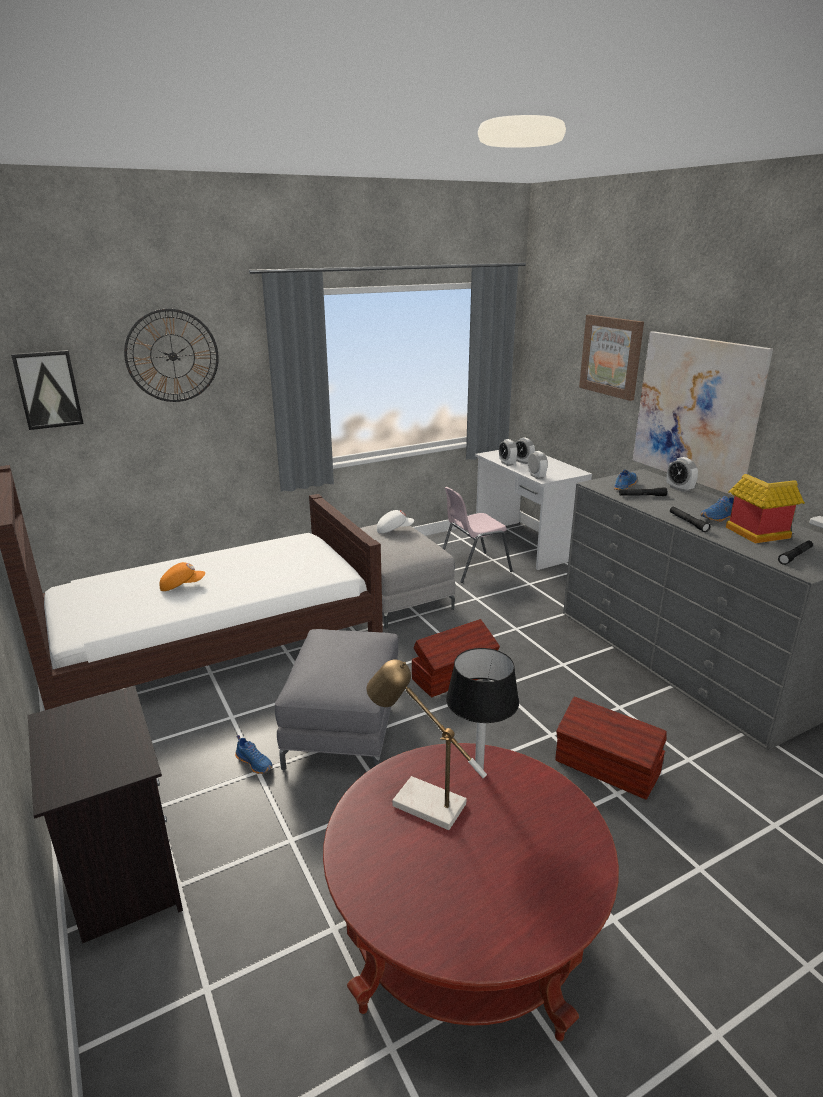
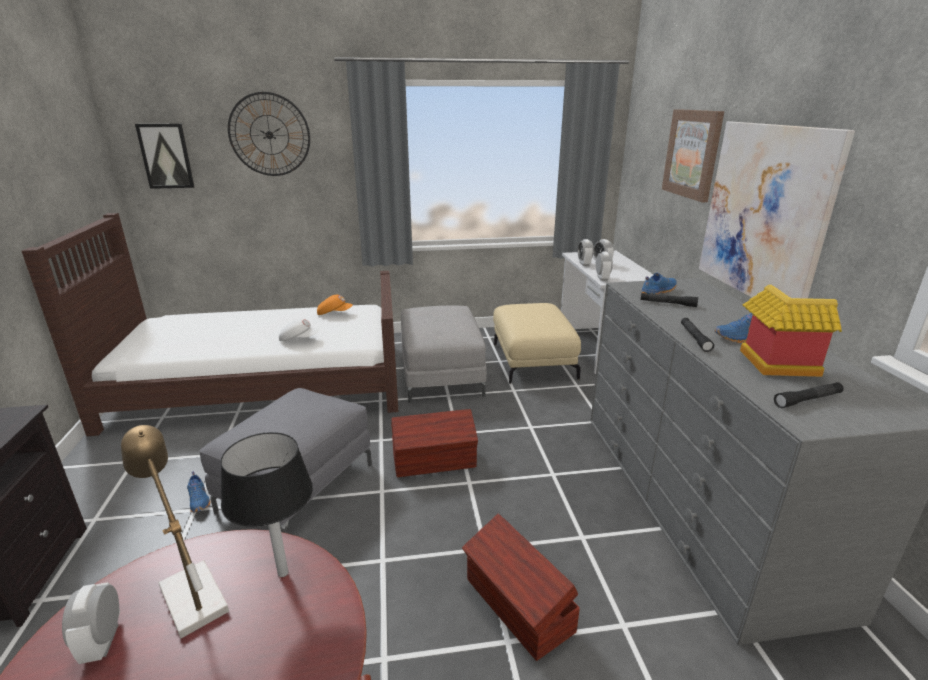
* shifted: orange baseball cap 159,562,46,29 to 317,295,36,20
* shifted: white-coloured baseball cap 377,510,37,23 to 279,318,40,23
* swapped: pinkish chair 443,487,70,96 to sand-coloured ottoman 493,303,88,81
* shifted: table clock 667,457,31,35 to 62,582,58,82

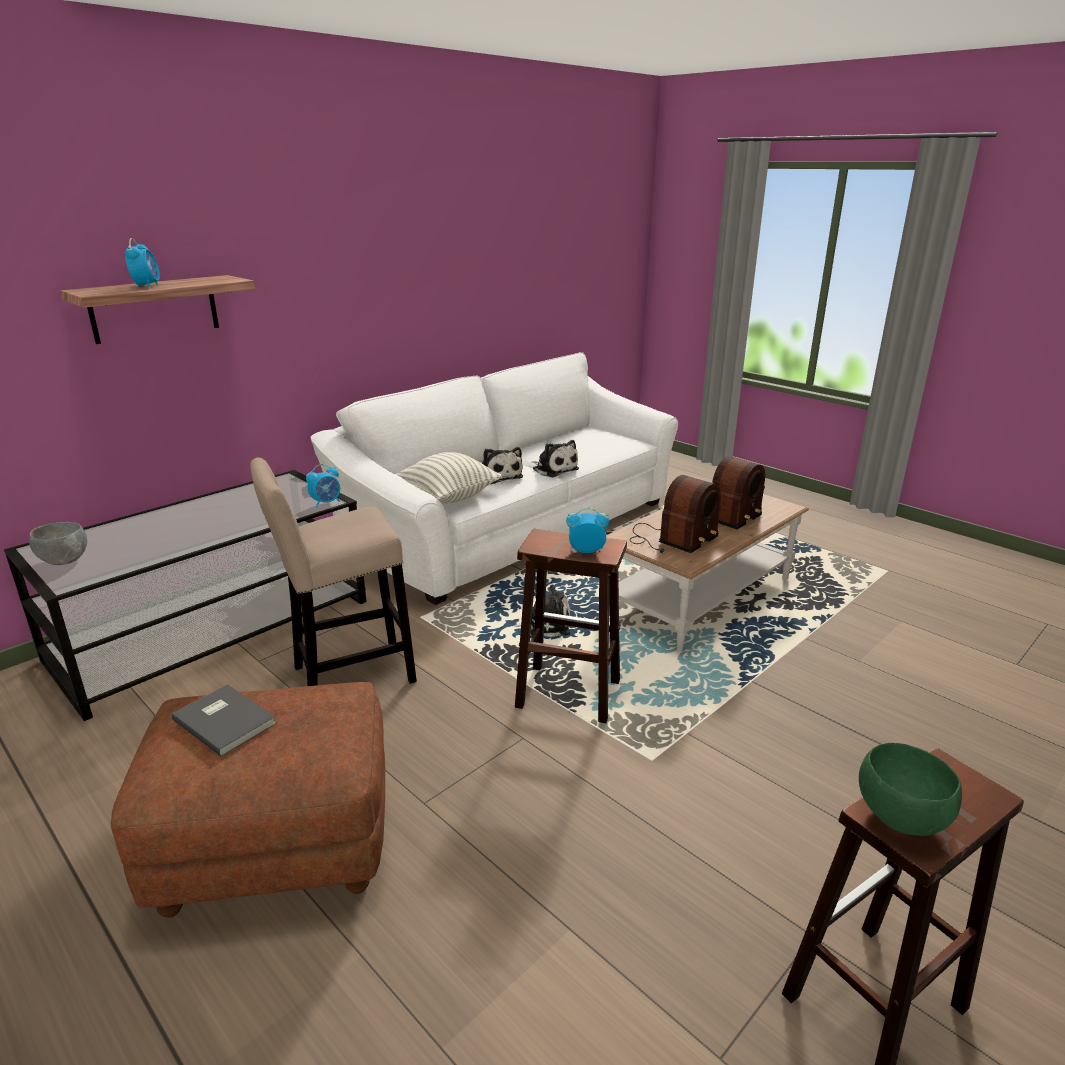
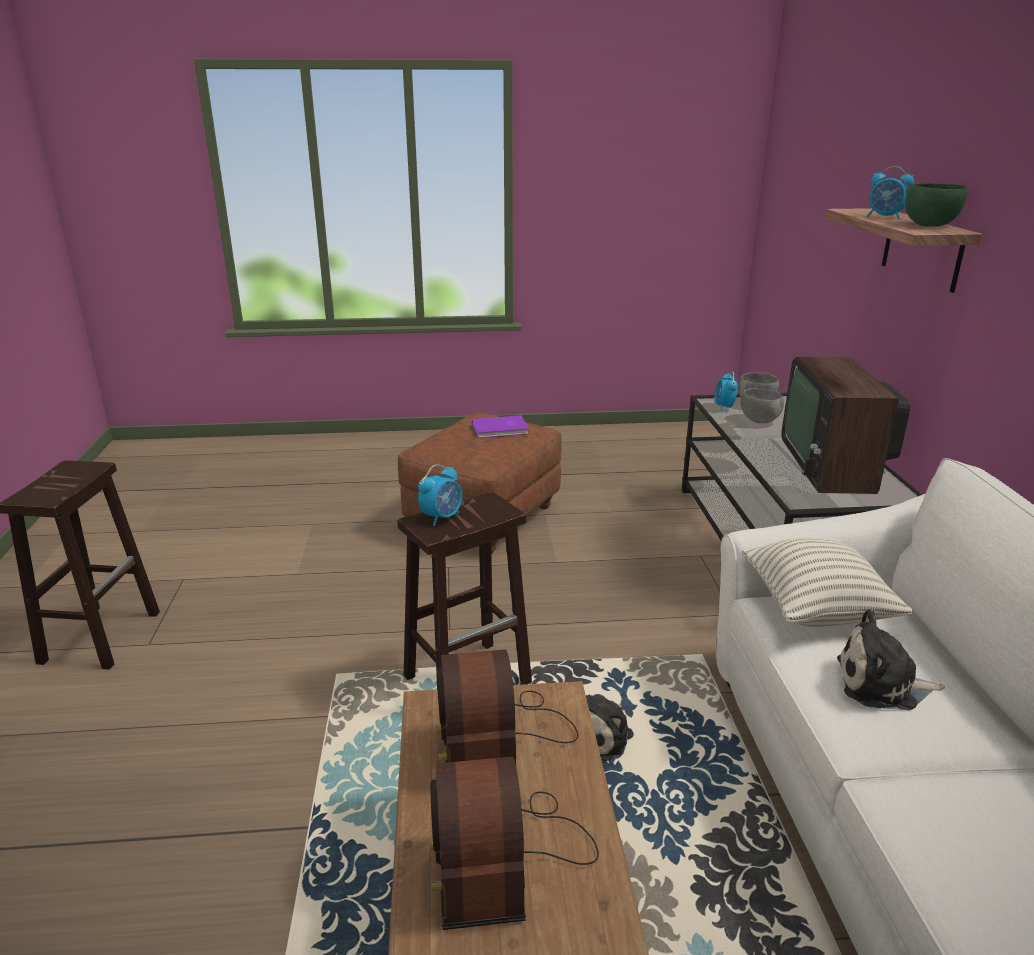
* repainted: gray volume 172,684,105,73 to purple volume 472,415,57,23
* gone: sand-coloured stool 250,458,167,228
* shifted: table clock 306,464,34,44 to 714,372,24,39
* gone: cuddly toy 532,440,47,37
* shifted: green-coloured bowl 859,743,103,93 to 905,183,62,44
* new: gray bowl 740,388,44,35
* new: television 782,357,128,137

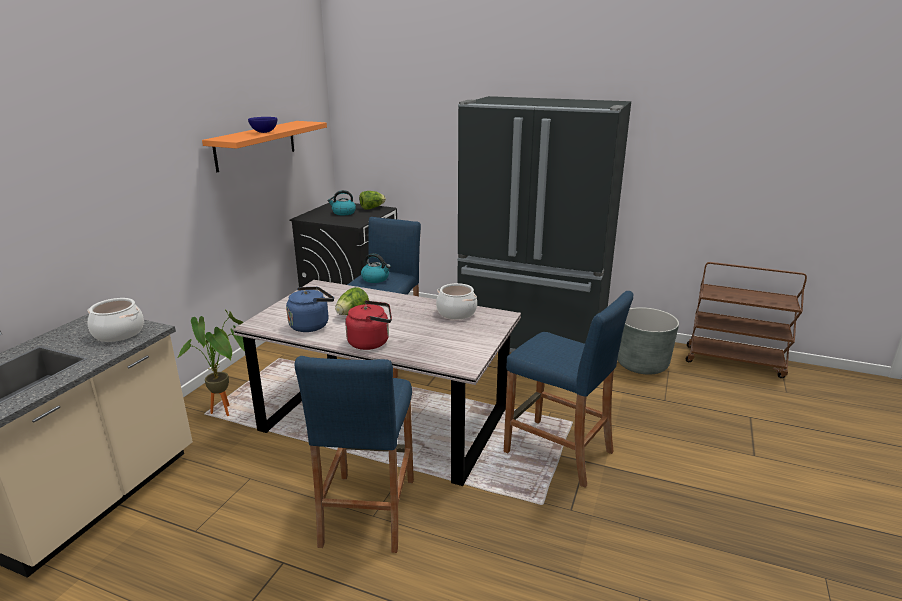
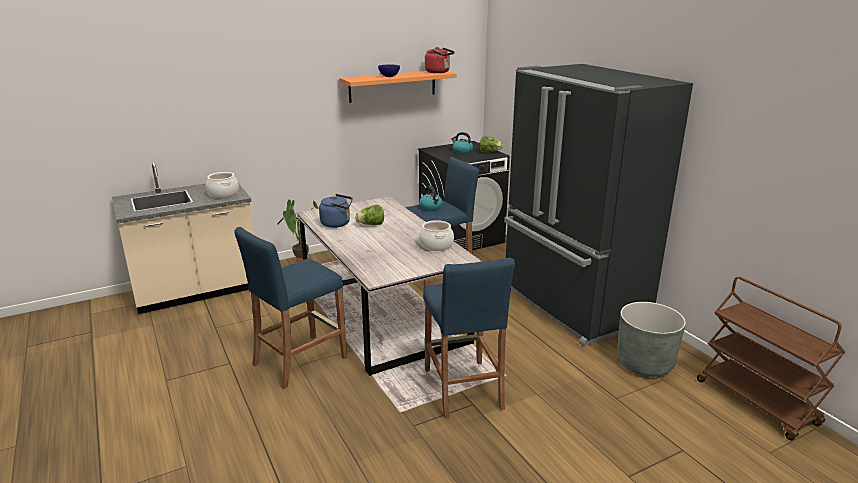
* shifted: red kettle 345,300,47,50 to 425,47,30,26

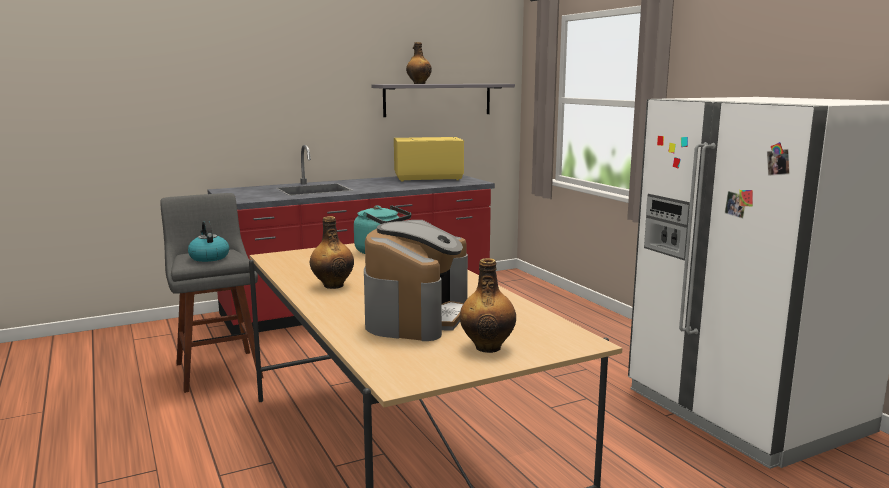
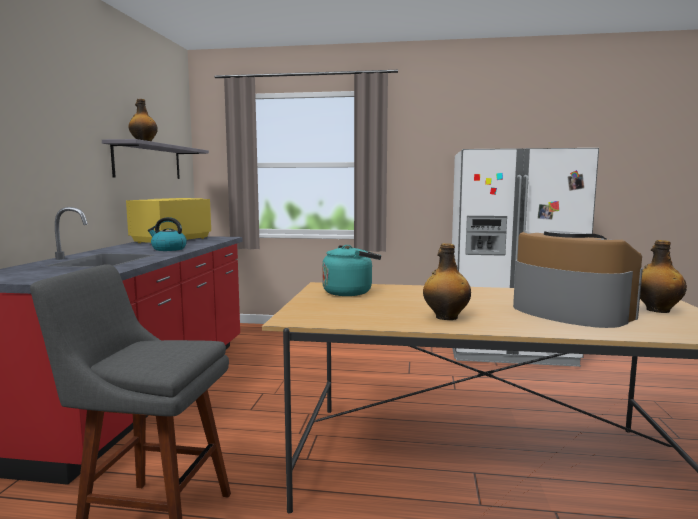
* shifted: kettle 188,221,41,41 to 148,217,39,34

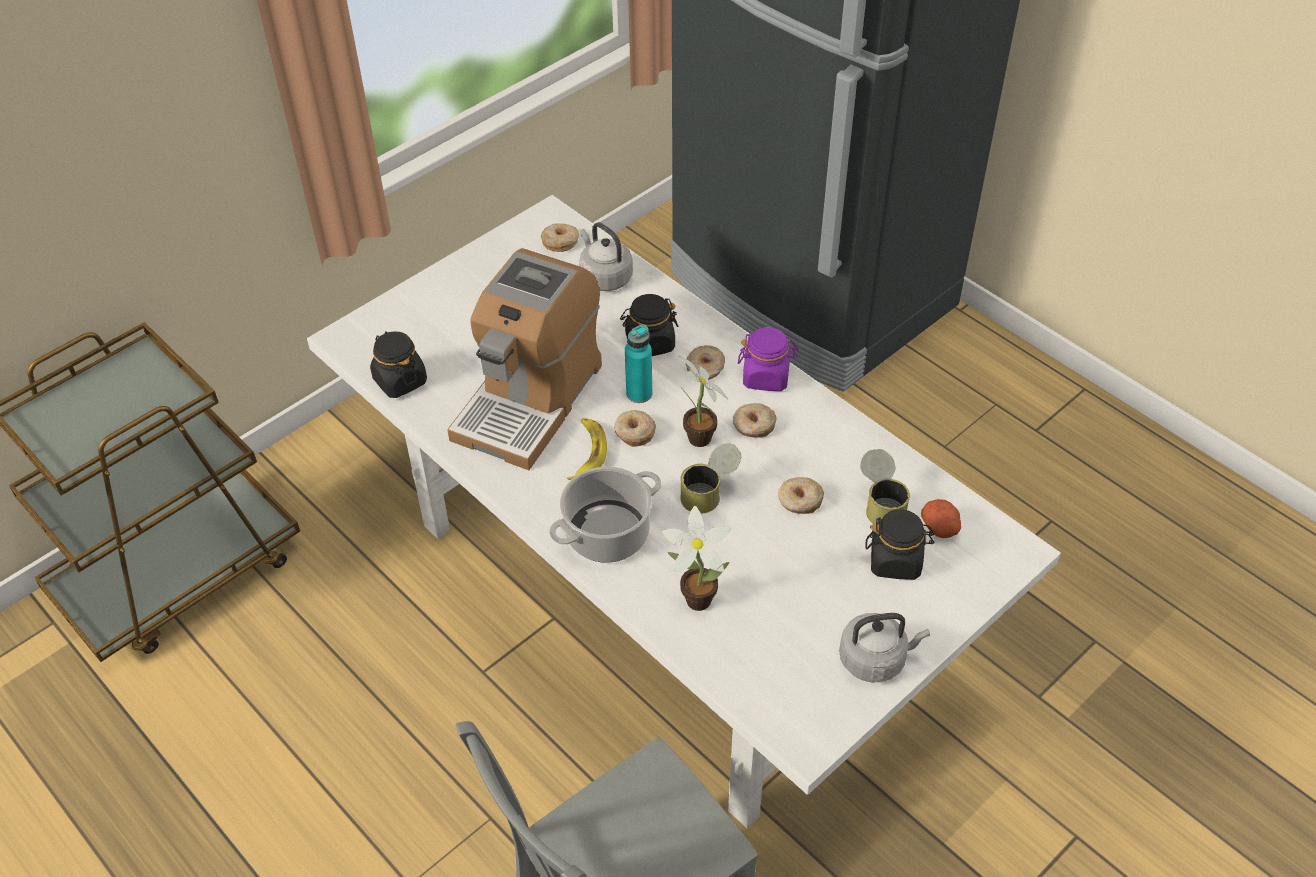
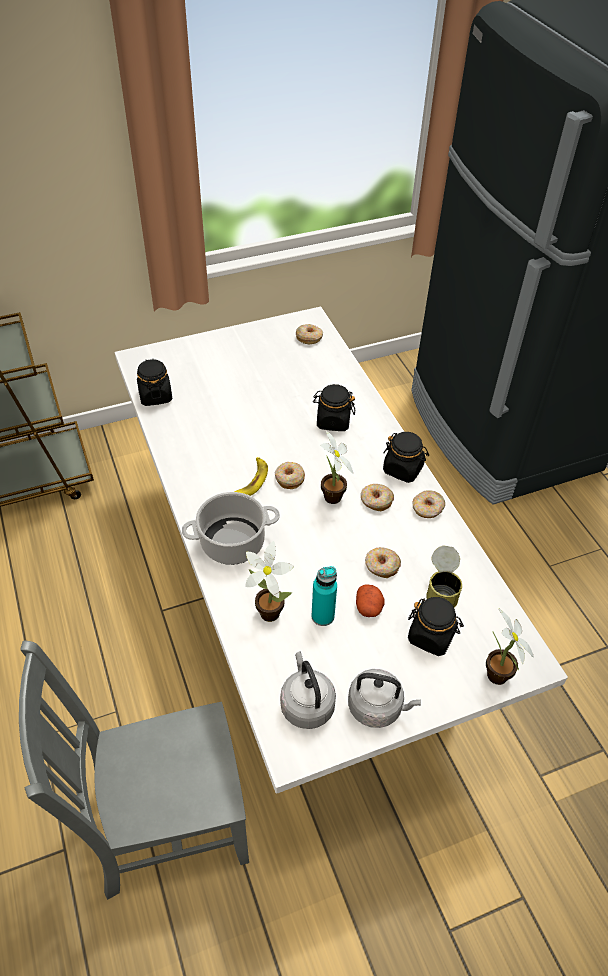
* gone: coffee machine 447,248,155,222
* shifted: gray kettle 579,222,54,69 to 280,651,56,78
* shifted: turquoise-coloured drink bottle 625,325,27,78 to 311,566,26,60
* gone: can 680,443,61,71
* shifted: doughnut 686,345,39,35 to 413,490,32,28
* repainted: purple preserve jar 738,327,60,64 to black-coloured preserve jar 383,432,46,51
* shifted: spud 921,499,40,39 to 356,584,28,33
* new: plant in a pot 486,608,48,77

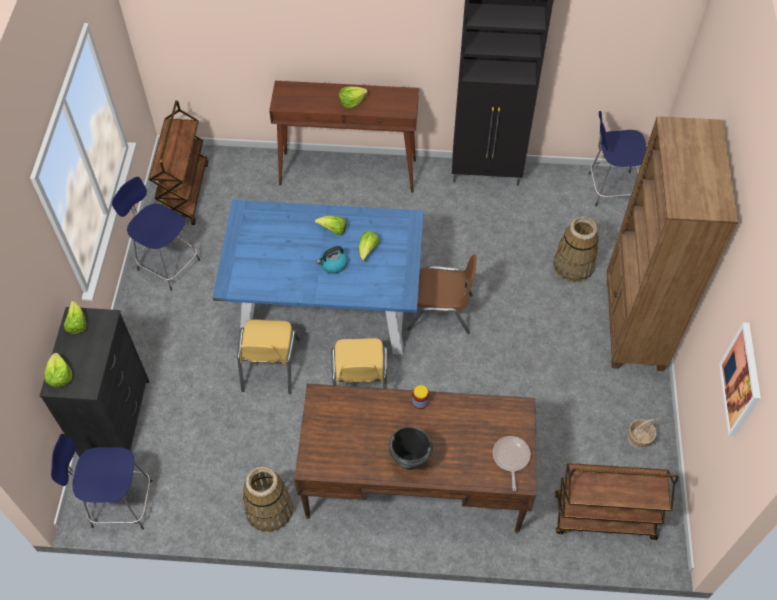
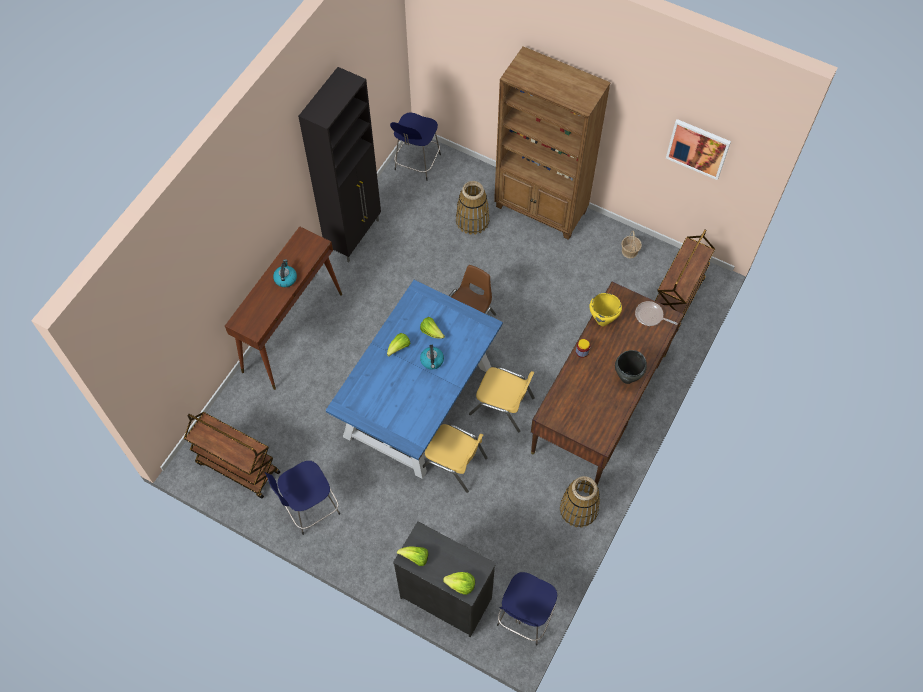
* swapped: lettuce 339,86,29,23 to kettle 273,259,24,28
* new: yellow stockpot 590,293,32,33

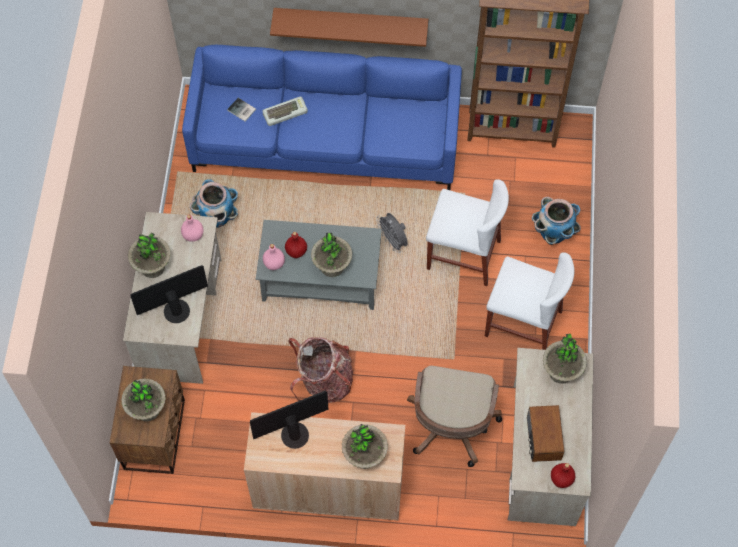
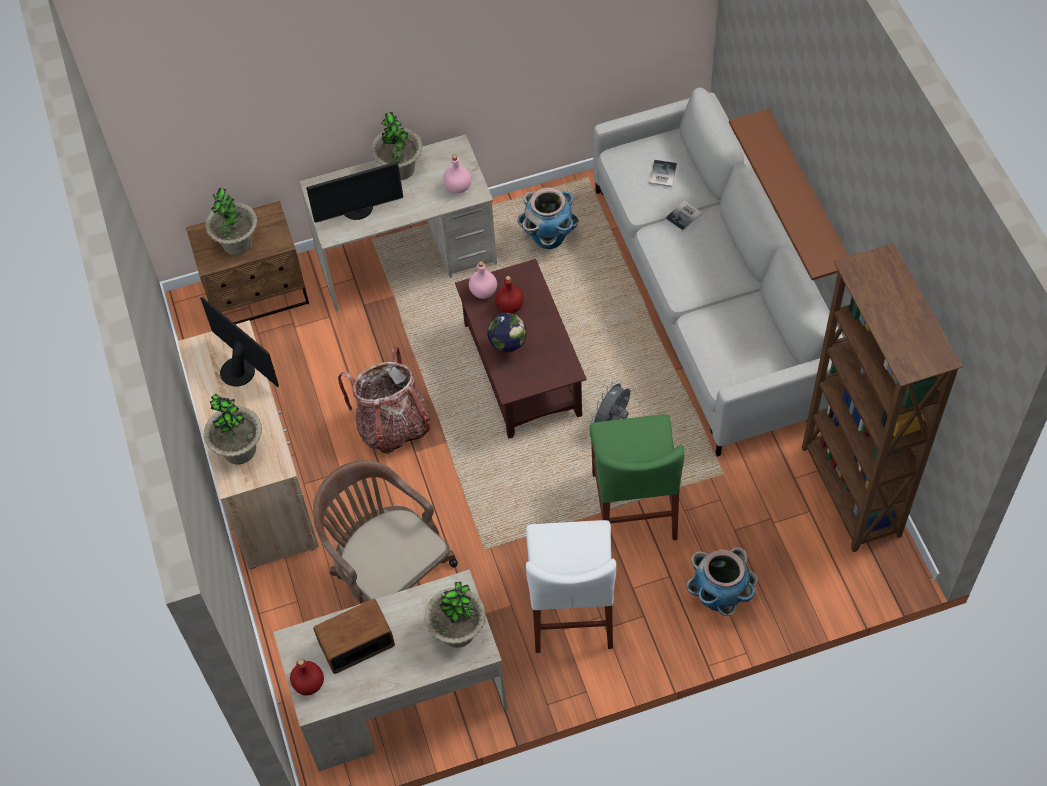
* rotated: computer display 130,265,78,58 = 306,161,97,62 120 degrees clockwise
* repainted: blue-coloured settee 182,45,280,145 to gray settee 593,88,250,368
* repainted: gray coffee table 256,220,126,90 to brownish coffee table 455,259,132,180
* swapped: PC keyboard 263,97,45,29 to volume 665,200,37,32
* swapped: plant in a pot 311,233,41,44 to globe 487,313,40,50
* rotated: brownish desk chair 407,366,95,101 = 313,460,145,144 60 degrees clockwise
* repainted: white-coloured chair 426,179,83,107 to green-coloured chair 590,414,95,126

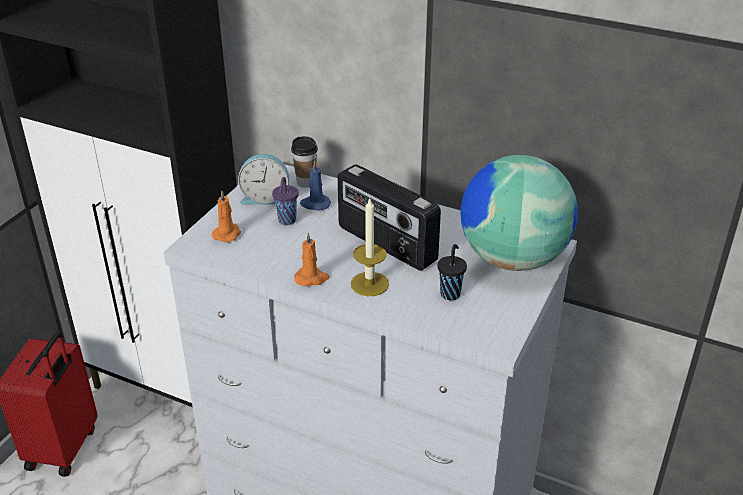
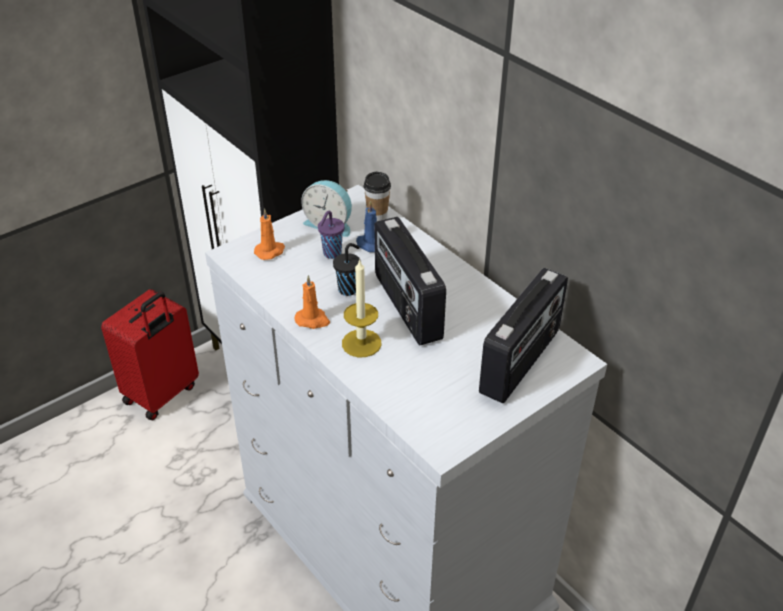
* shifted: black-coloured cup 438,244,29,56 to 333,243,28,53
* swapped: globe 460,155,118,116 to radio 479,268,89,135

